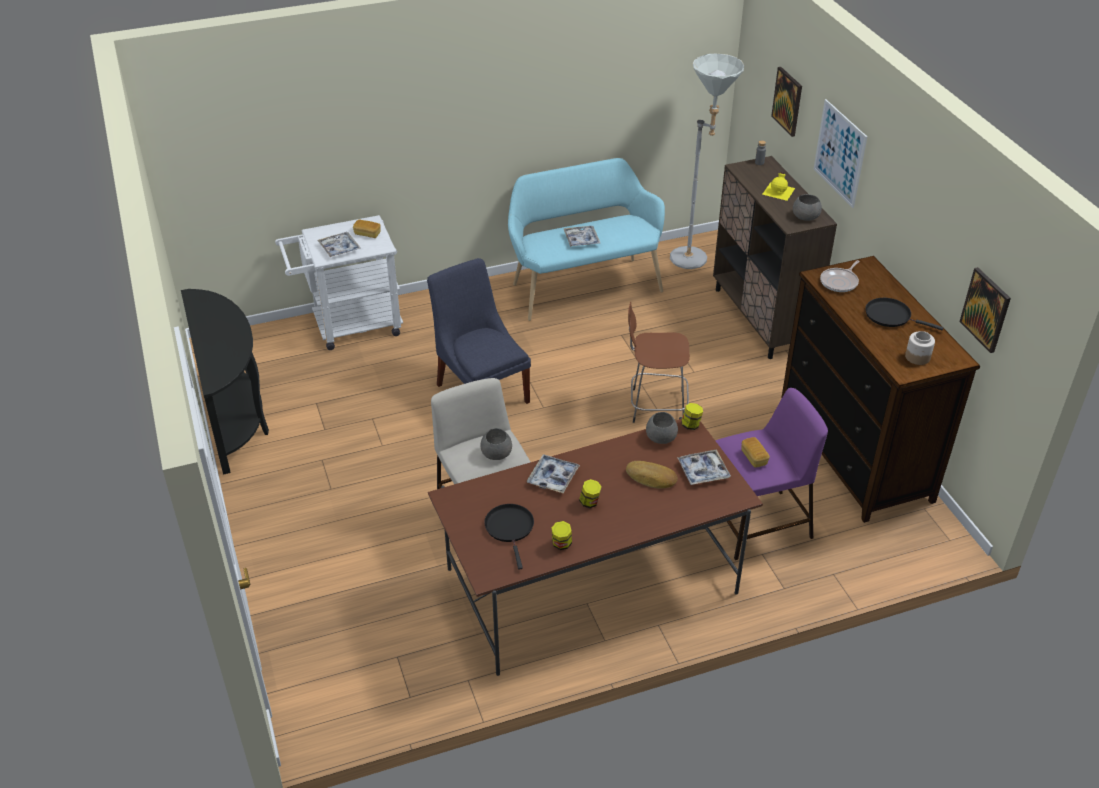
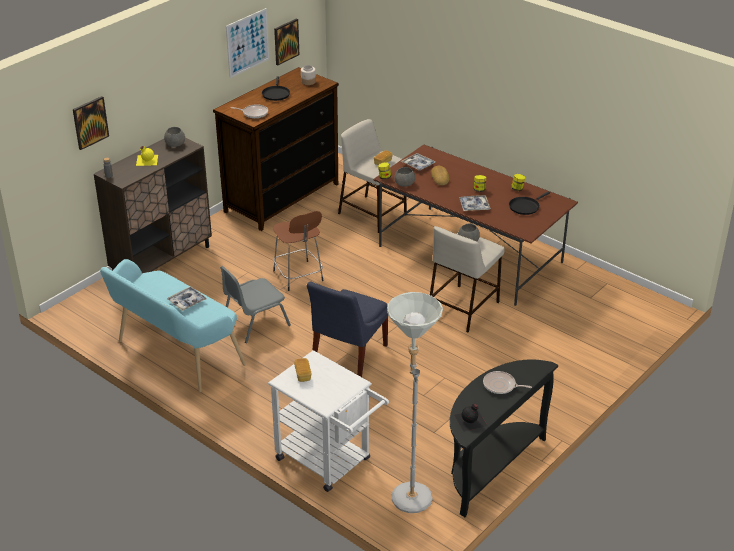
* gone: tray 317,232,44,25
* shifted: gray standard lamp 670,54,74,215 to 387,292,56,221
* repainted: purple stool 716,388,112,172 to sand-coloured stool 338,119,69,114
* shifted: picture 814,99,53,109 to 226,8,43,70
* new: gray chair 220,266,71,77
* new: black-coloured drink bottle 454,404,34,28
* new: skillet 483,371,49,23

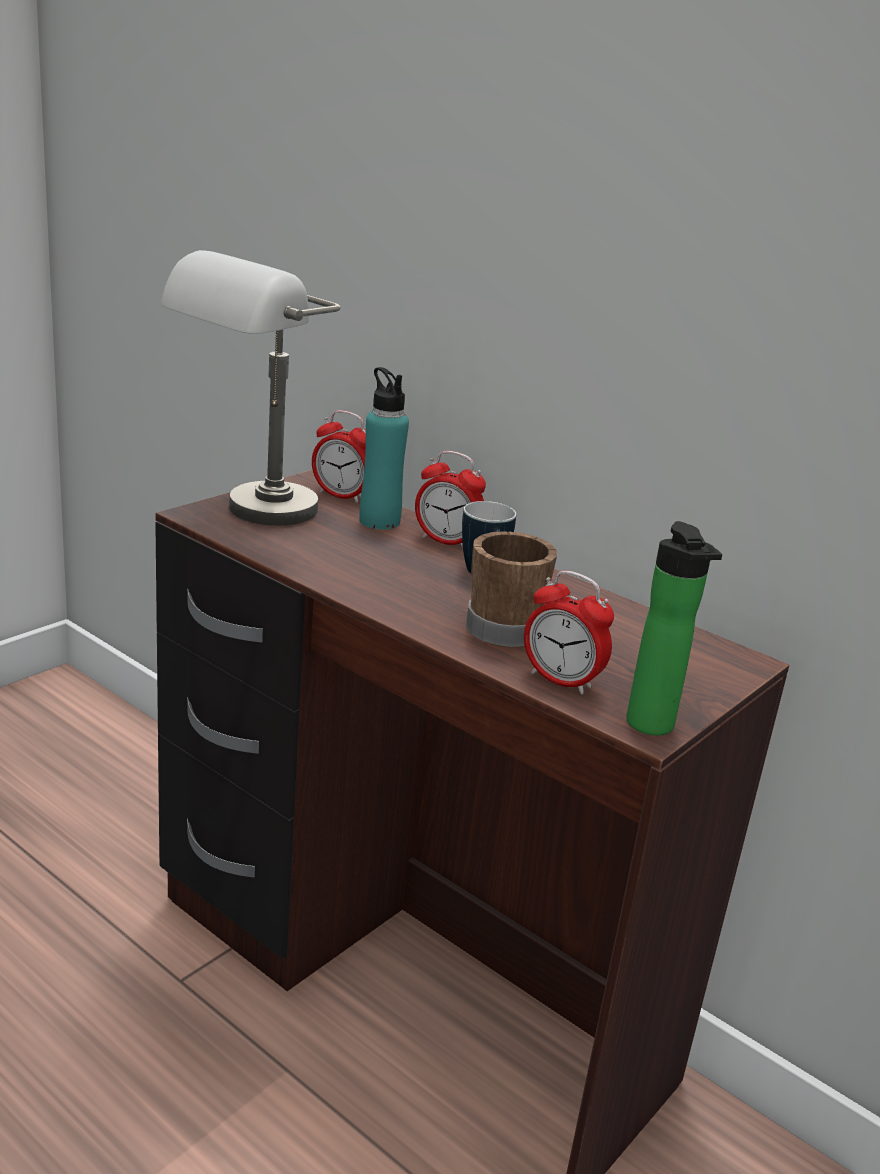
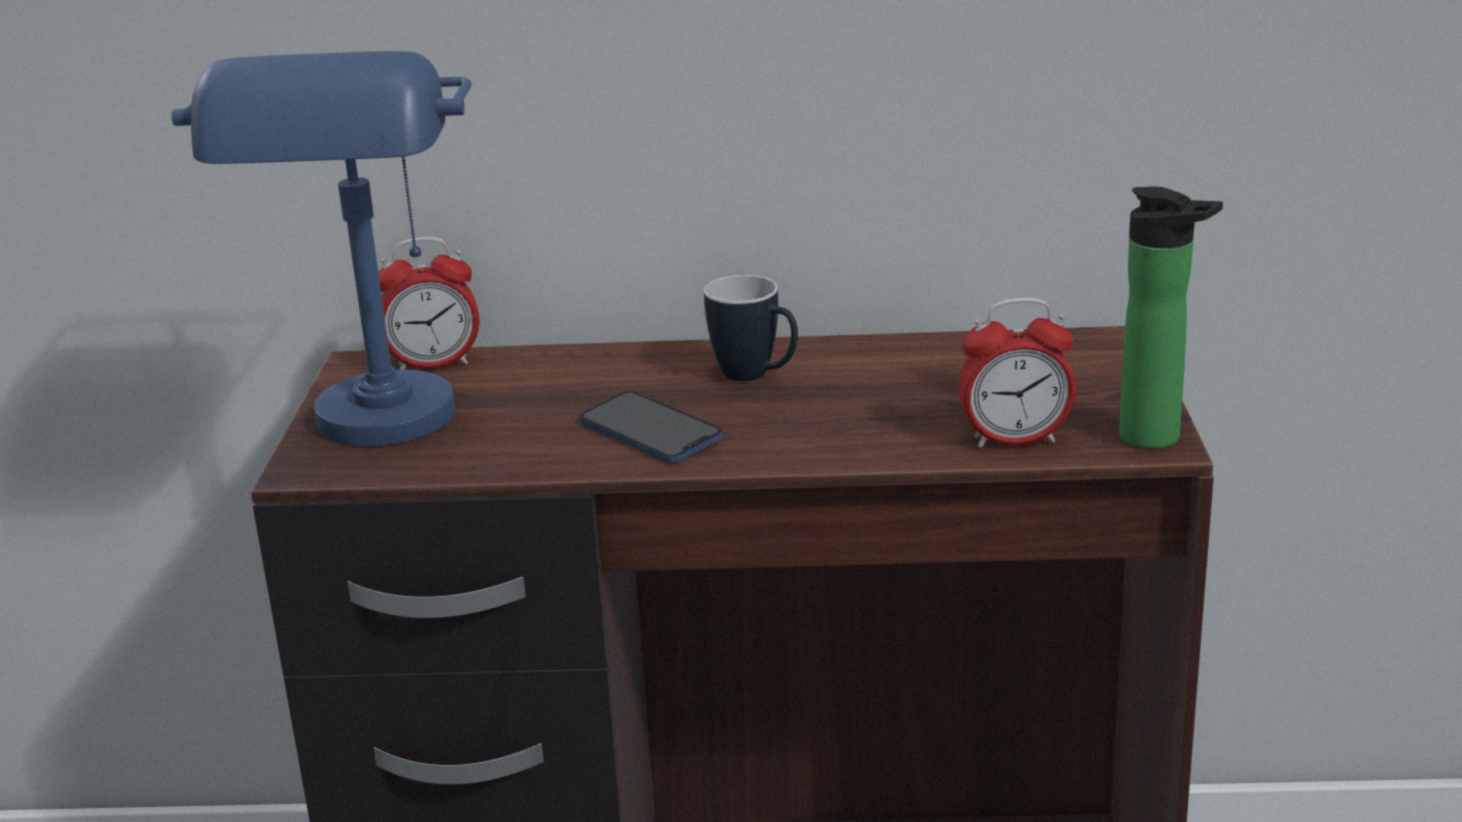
* repainted: gray lamp for a table 161,250,180,275 to blue-coloured lamp for a table 171,51,301,395
* gone: turquoise-coloured drink bottle 359,367,50,163
* gone: table clock 415,451,71,97
* gone: brownish coffee mug 466,531,91,116
* new: phone 580,391,142,72

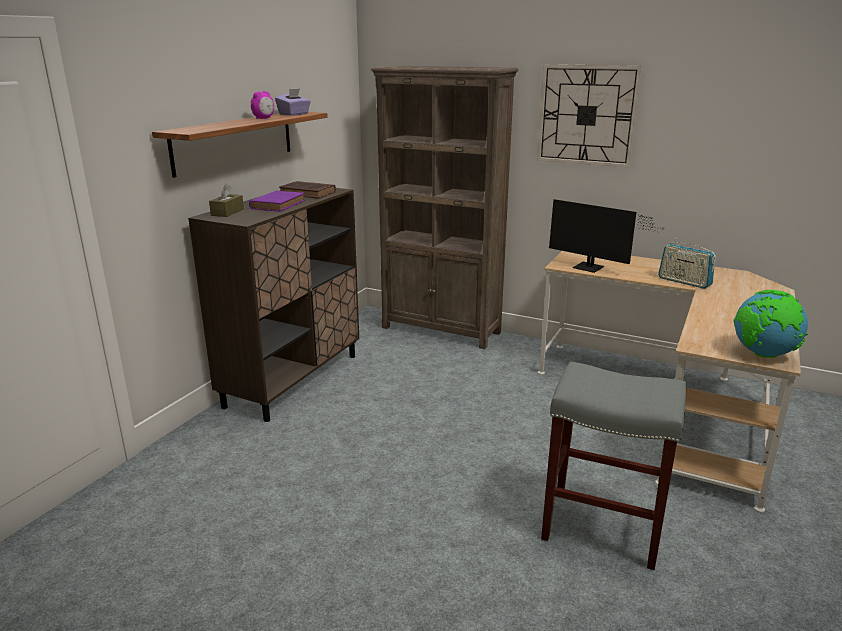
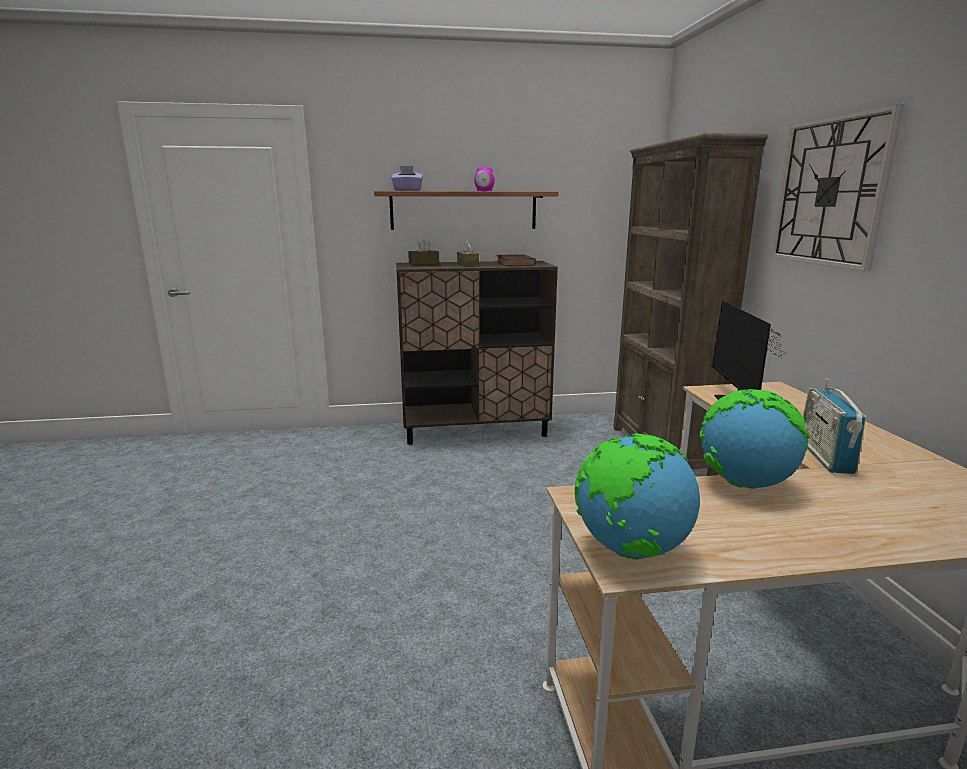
* swapped: purple volume 249,191,56,21 to brownish tissue box 457,240,22,27
* shifted: purple tissue box 275,89,36,27 to 391,166,32,25
* gone: gray stool 541,361,145,209
* new: globe 700,389,109,100

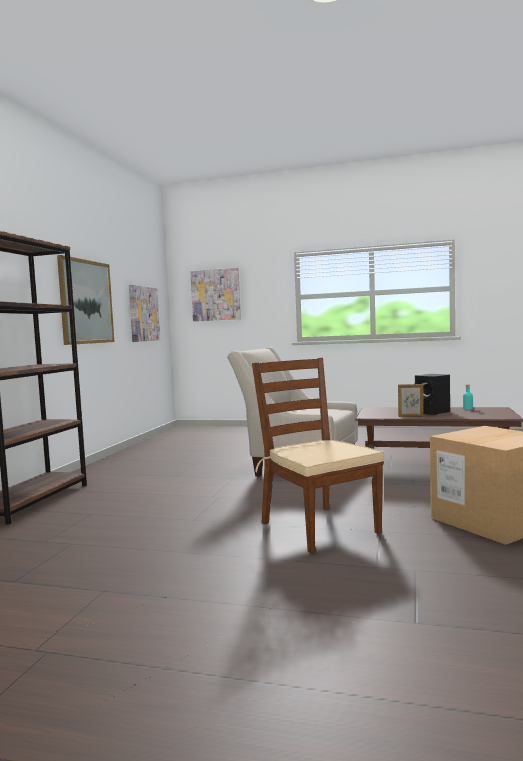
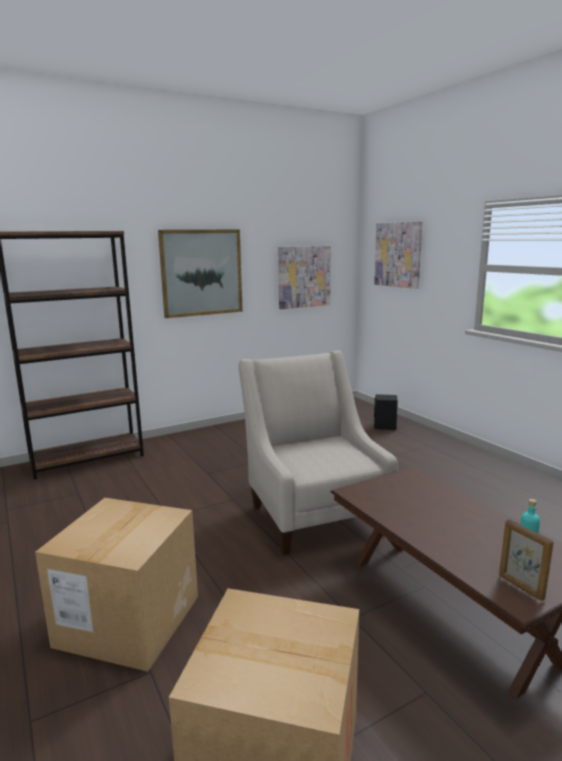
* swapped: brownish chair 252,358,132,195 to packing box 35,498,163,174
* shifted: photo frame 398,384,26,33 to 499,519,55,82
* shifted: black-coloured audio speaker 414,374,36,41 to 374,394,24,36

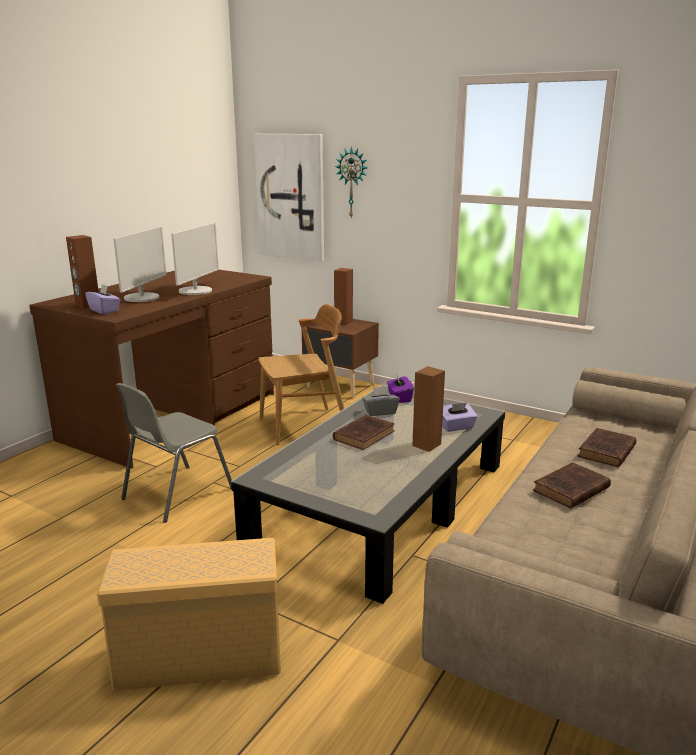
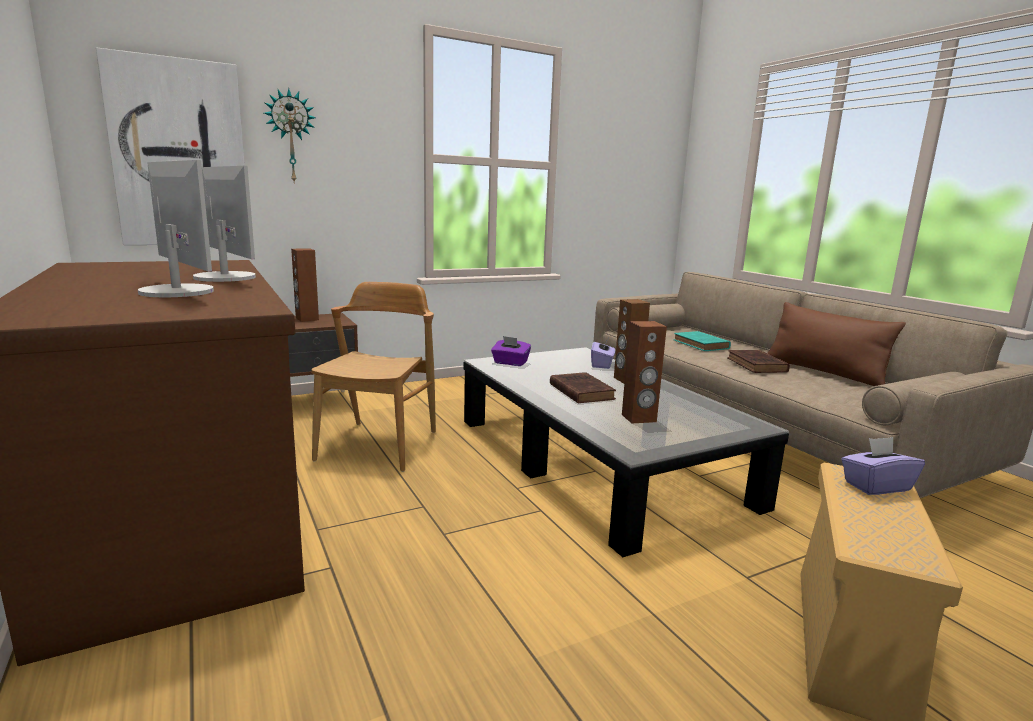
* shifted: brownish audio speaker 66,235,33,74 to 622,321,45,103
* shifted: purple tissue box 85,284,35,31 to 841,437,84,58
* gone: gray chair 116,383,116,140
* gone: gray tissue box 362,386,38,30
* repainted: brownish volume 578,428,58,39 to turquoise-coloured volume 673,331,58,20
* new: brownish cushion 767,302,139,84

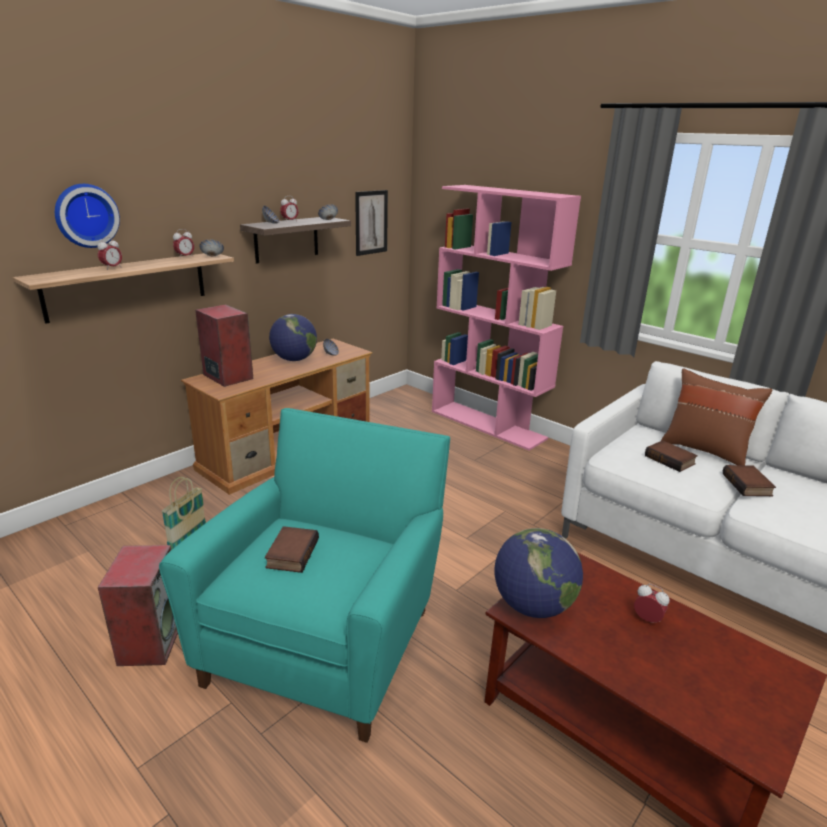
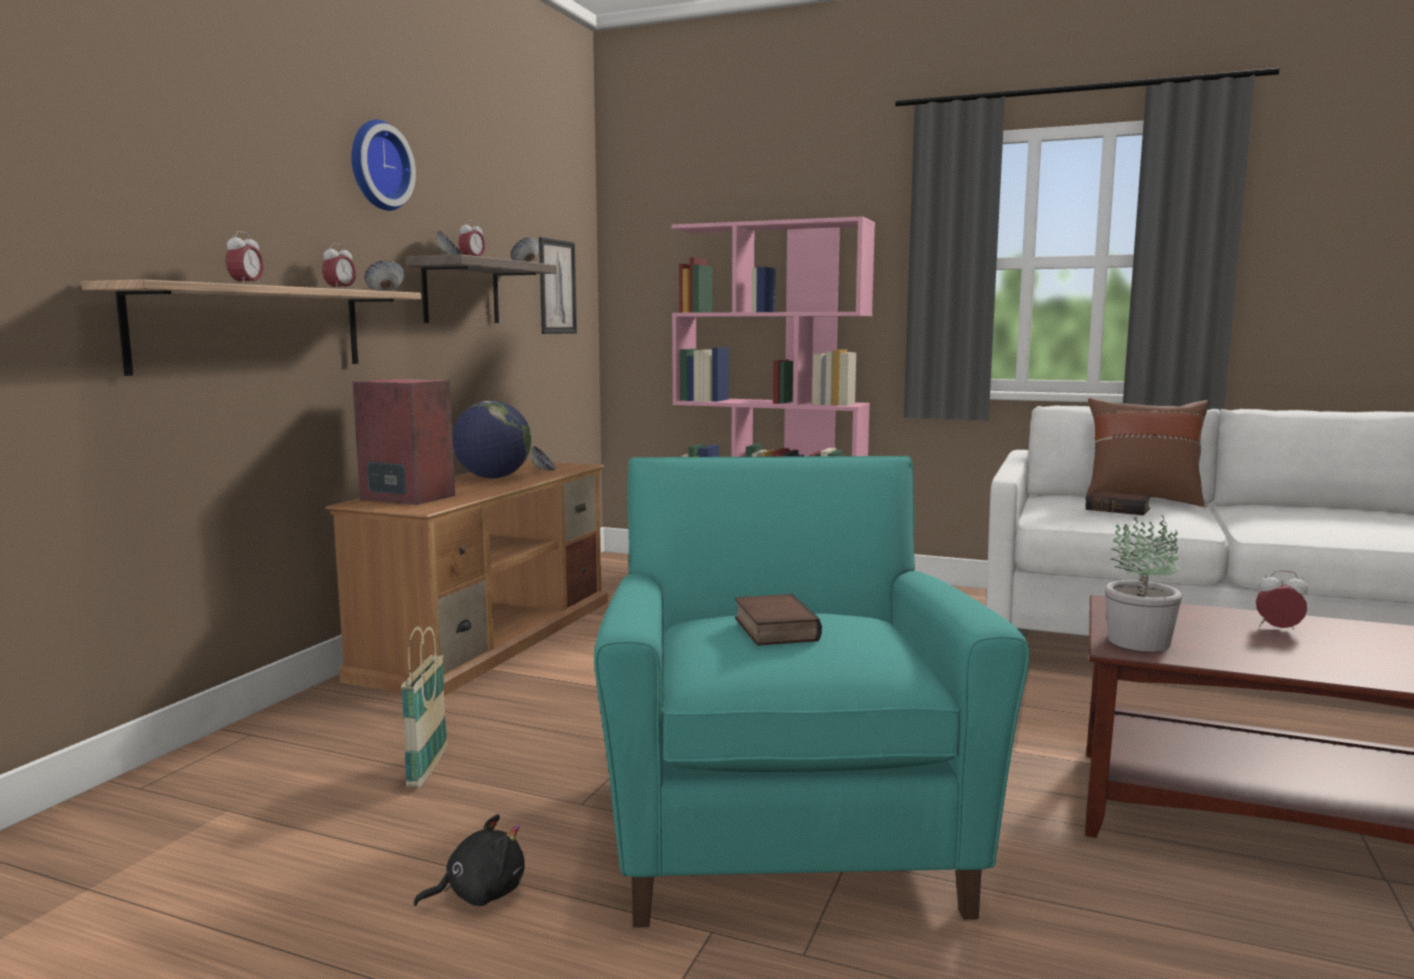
* shifted: clock on the wall 55,184,65,64 to 351,120,65,91
* swapped: audio speaker 98,545,80,121 to black-coloured cuddly toy 414,814,111,92
* swapped: globe 495,528,88,90 to plant in a pot 1105,515,77,136
* gone: volume 723,465,53,31

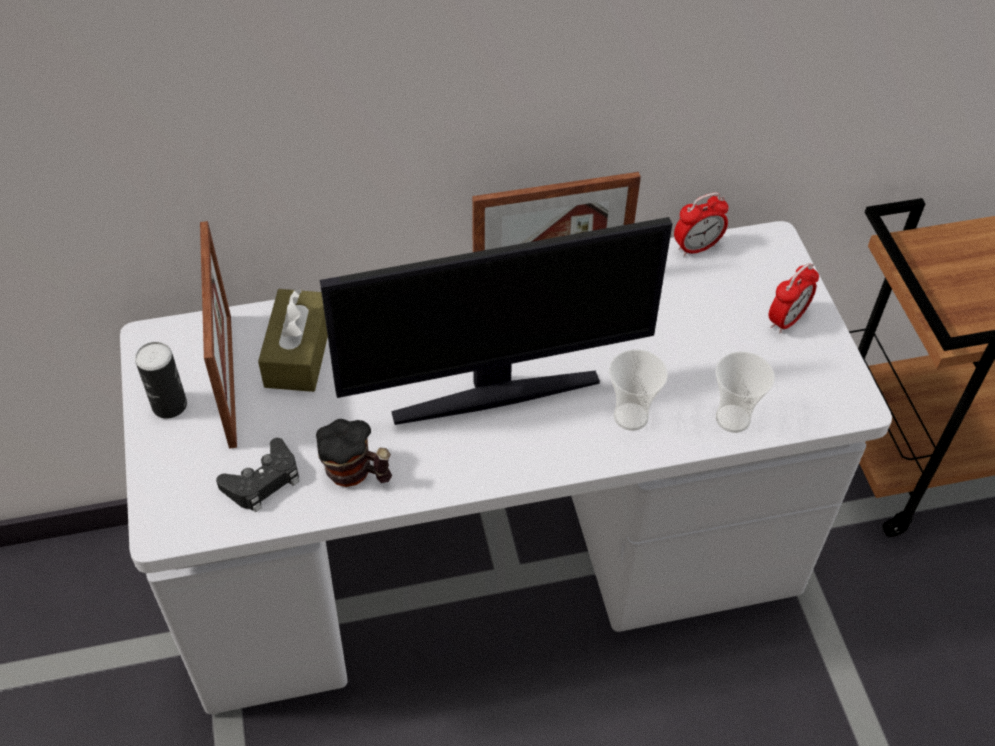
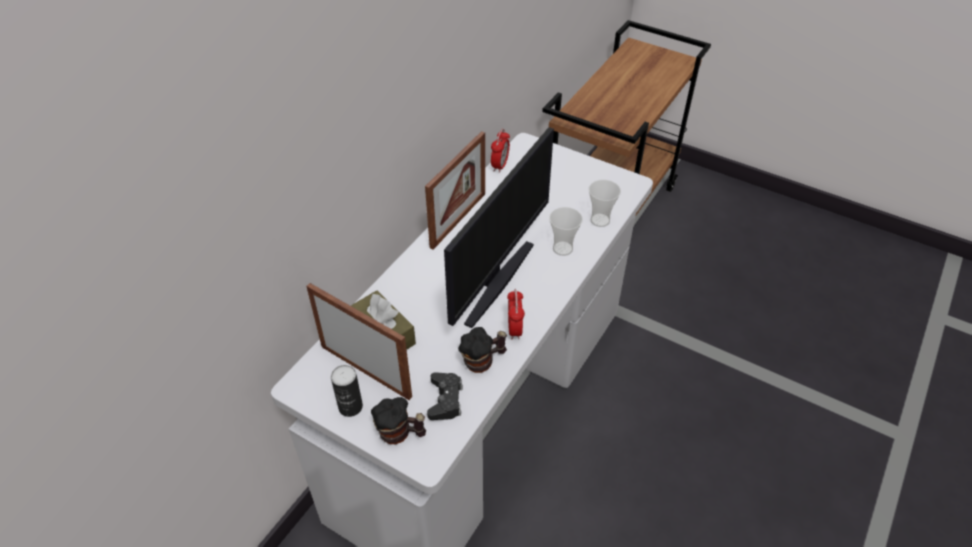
* shifted: table clock 769,263,50,70 to 507,289,18,50
* new: coffee mug 371,397,55,47

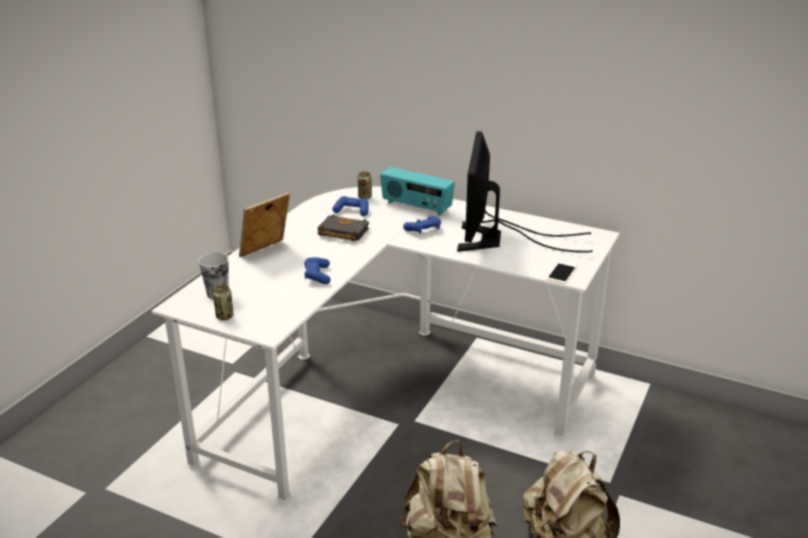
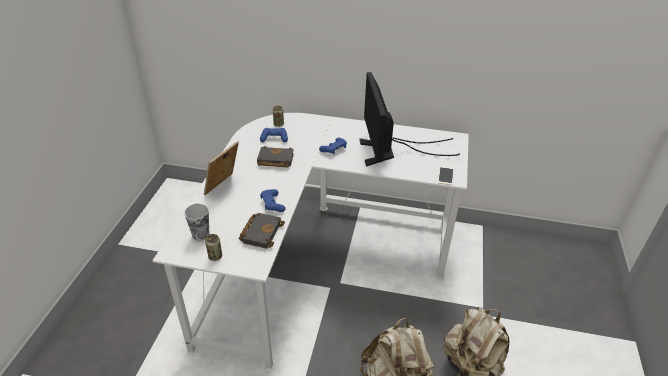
* gone: radio 380,167,75,49
* new: black-coloured volume 239,213,46,36

